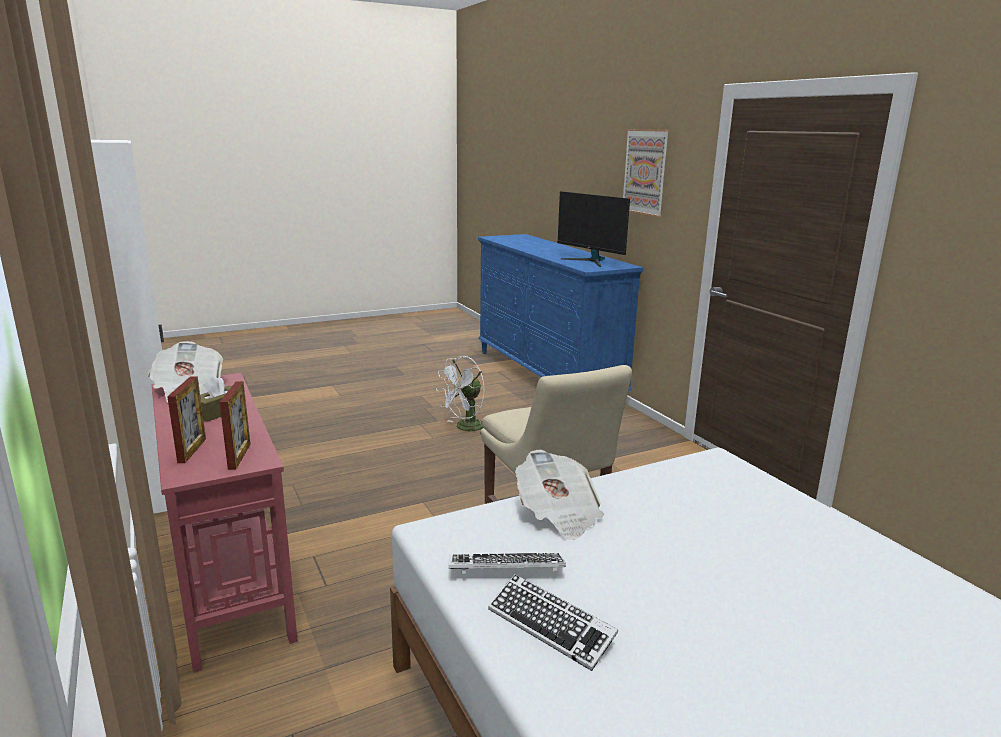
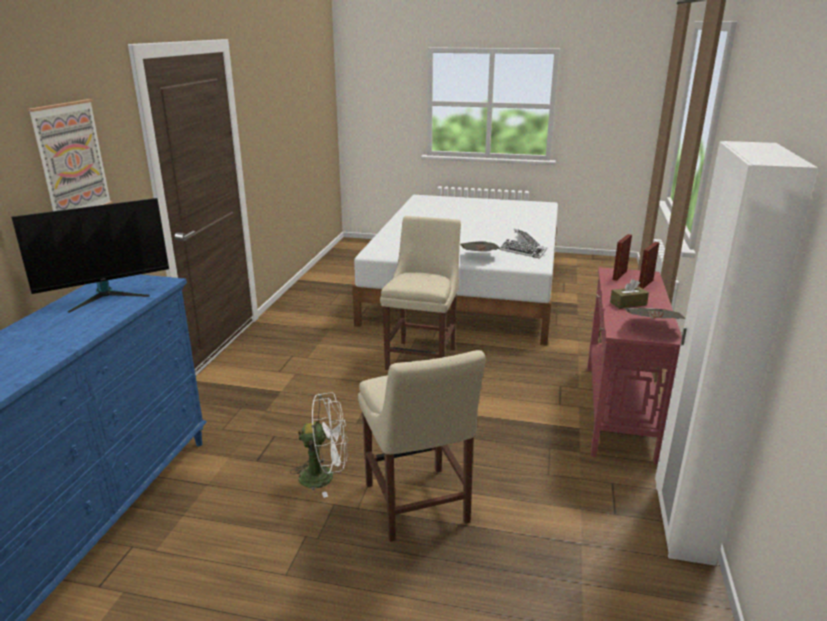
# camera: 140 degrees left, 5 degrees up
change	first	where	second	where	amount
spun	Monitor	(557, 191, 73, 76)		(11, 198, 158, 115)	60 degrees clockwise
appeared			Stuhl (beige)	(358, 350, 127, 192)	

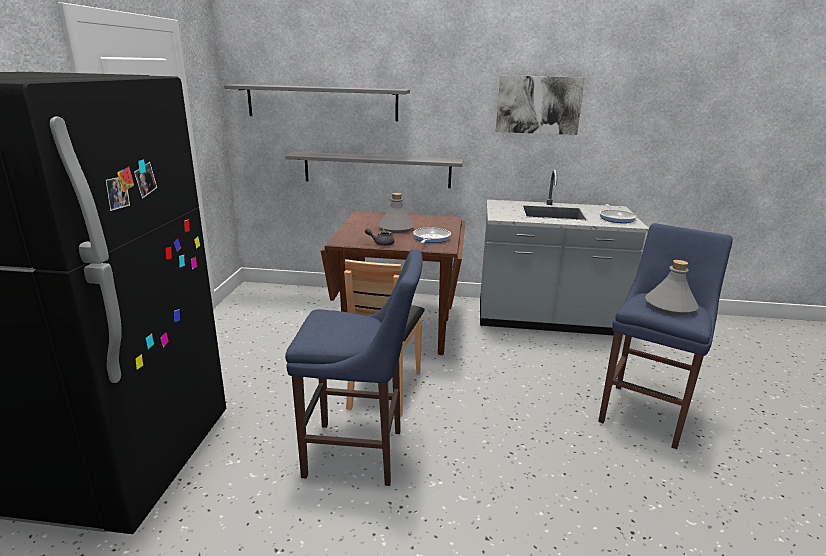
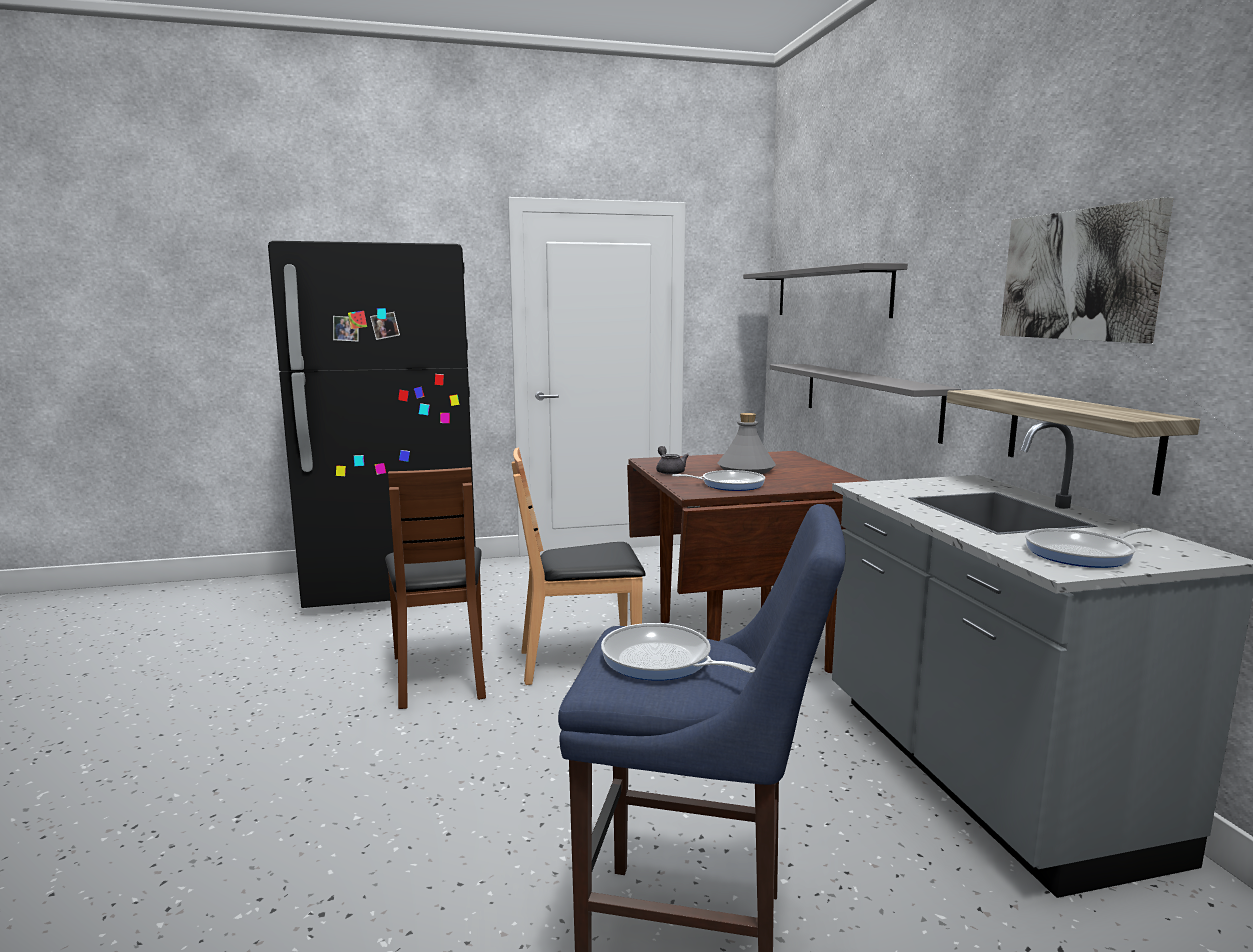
# camera: 70 degrees right, 10 degrees down
change	first	where	second	where	amount
exchanged	Hocker (blau)	(285, 250, 138, 236)	Stuhl (braun)	(385, 467, 101, 242)	
exchanged	Flasche (grau)	(645, 260, 54, 55)	Pfanne	(601, 623, 155, 58)	
appeared			Wandregal	(947, 389, 253, 107)	

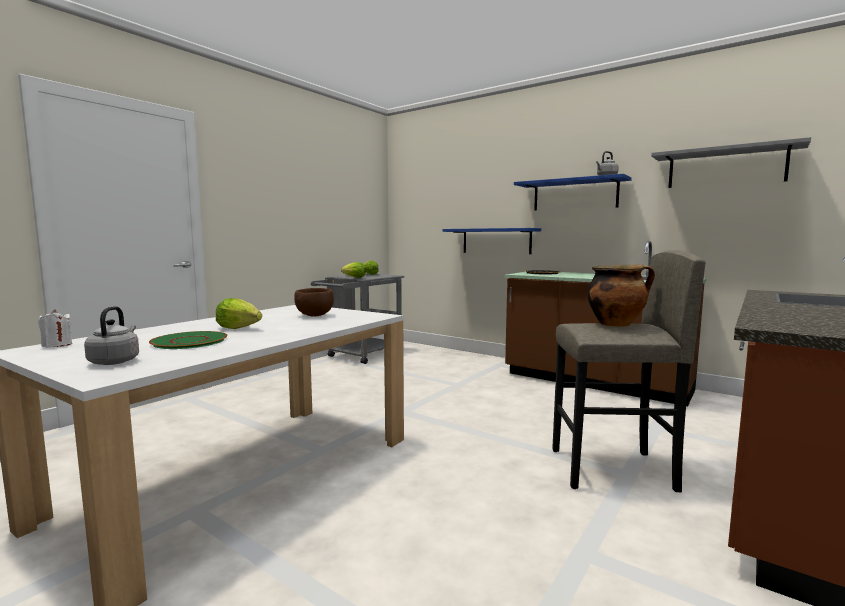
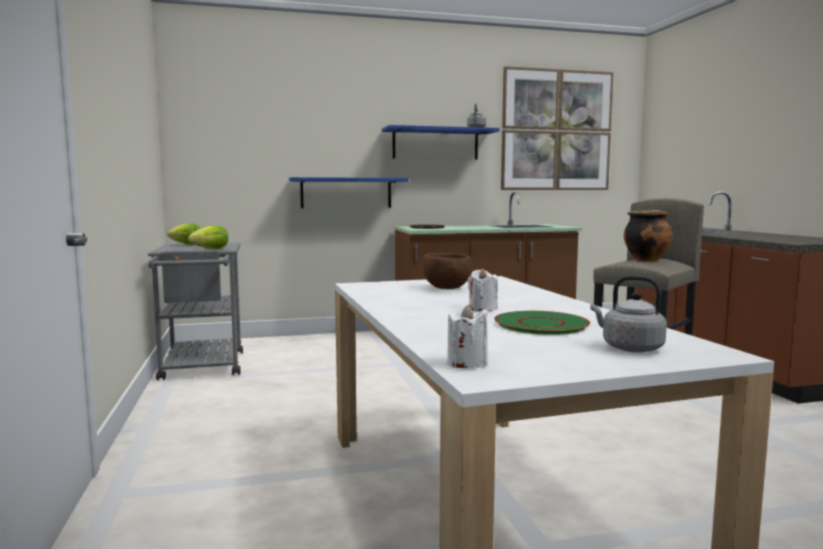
# camera: 50 degrees left, 0 degrees up
change	first	where	second	where	amount
exchanged	Wandregal (grau)	(651, 137, 160, 51)	Bild	(501, 66, 113, 124)	
exchanged	Salatkopf	(216, 298, 46, 31)	Kerze (weiß)	(468, 268, 30, 43)	

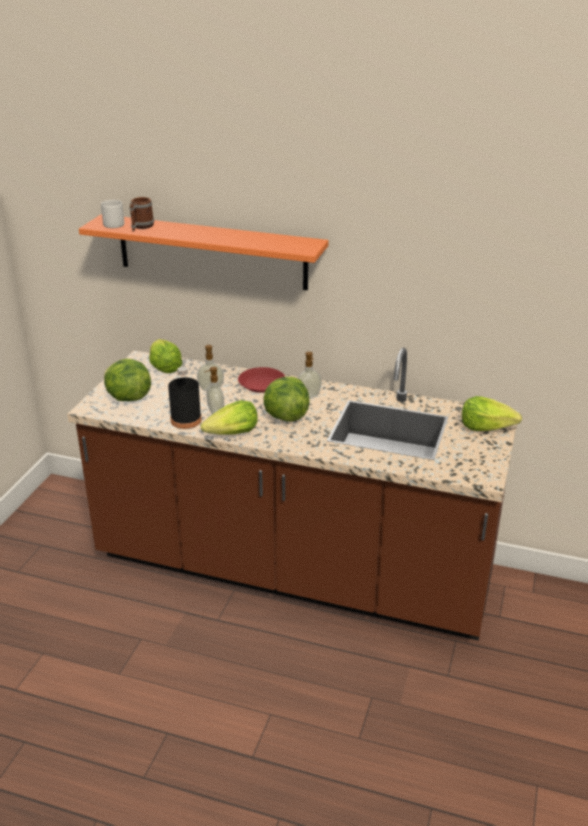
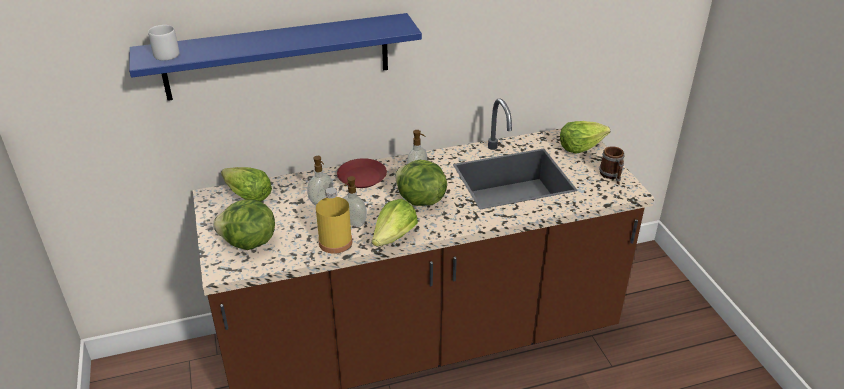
# camera: 35 degrees left, 5 degrees up
change	first	where	second	where	amount
relocated	Henkelbecher	(130, 197, 24, 35)		(599, 146, 26, 39)	
colour	Wandregal (orange)	(79, 214, 250, 76)	Wandregal (blau)	(129, 13, 293, 88)	
colour	Flasche (schwarz)	(168, 367, 34, 62)	Flasche (gelb)	(316, 187, 36, 67)	

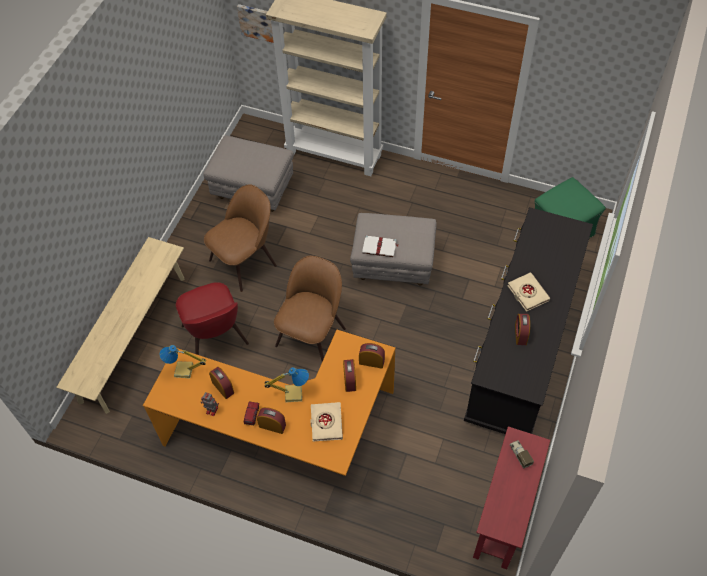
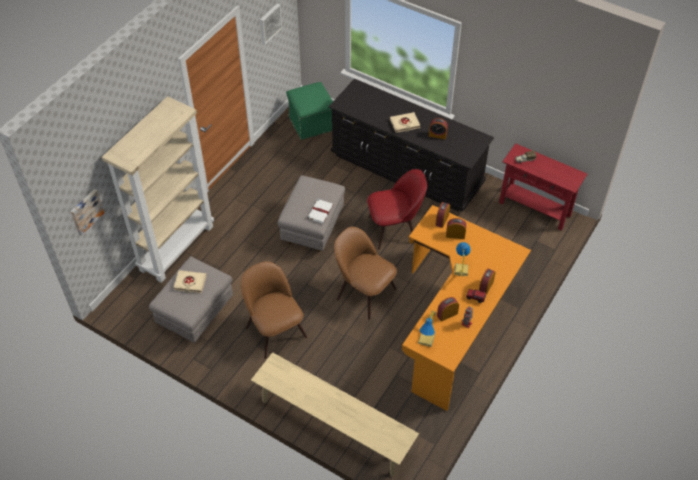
# camera: 80 degrees left, 5 degrees down
change	first	where	second	where	amount
relocated	Stuhl (rot)	(176, 282, 73, 73)		(367, 169, 60, 81)	
relocated	Buch (beige)	(310, 402, 33, 40)		(173, 270, 34, 23)	
appeared			Bild	(260, 3, 22, 41)	

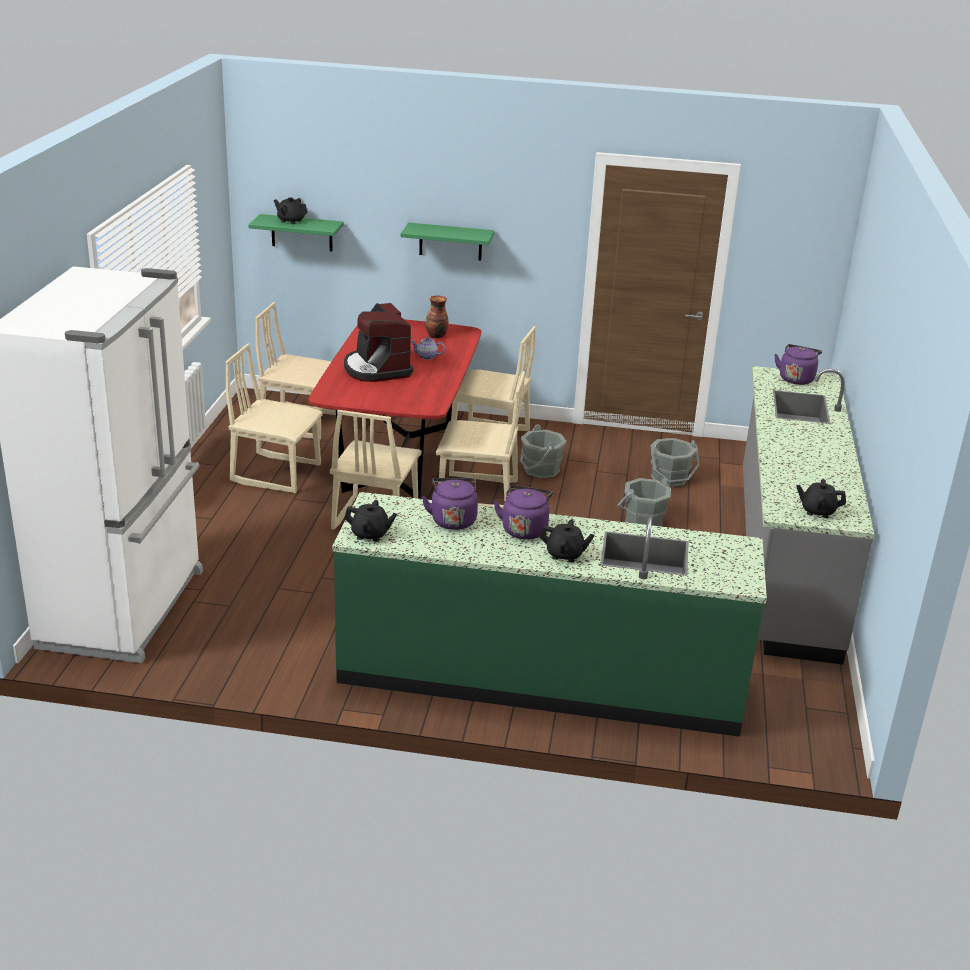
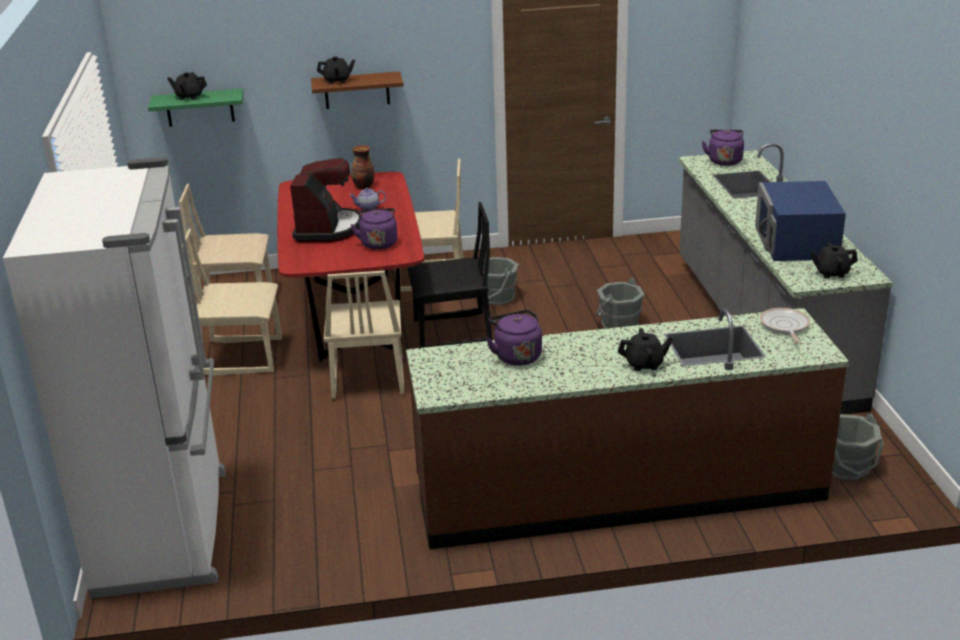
# camera: 15 degrees left, 0 degrees up
change	first	where	second	where	amount
colour	Wandregal (grün)	(400, 223, 95, 38)	Wandregal (braun)	(311, 71, 93, 38)	
spun	Kaffeemaschine	(344, 303, 69, 79)		(290, 158, 72, 85)	135 degrees counterclockwise
colour	Stuhl (beige)	(436, 371, 89, 137)	Stuhl (schwarz)	(407, 202, 86, 146)	
relocated	Eimer (grau)	(650, 438, 50, 49)		(832, 414, 52, 66)	
relocated	Wasserkessel (lila)	(494, 485, 59, 54)		(351, 208, 47, 42)	
colour	Küchenzeile (grün)	(332, 492, 435, 245)	Küchenzeile (braun)	(406, 308, 443, 242)	
relocated	Teekanne (schwarz)	(344, 500, 53, 42)		(317, 56, 38, 28)	
appeared			Mikrowelle (blau)	(755, 181, 91, 80)	
appeared			Pfanne	(760, 308, 50, 35)	

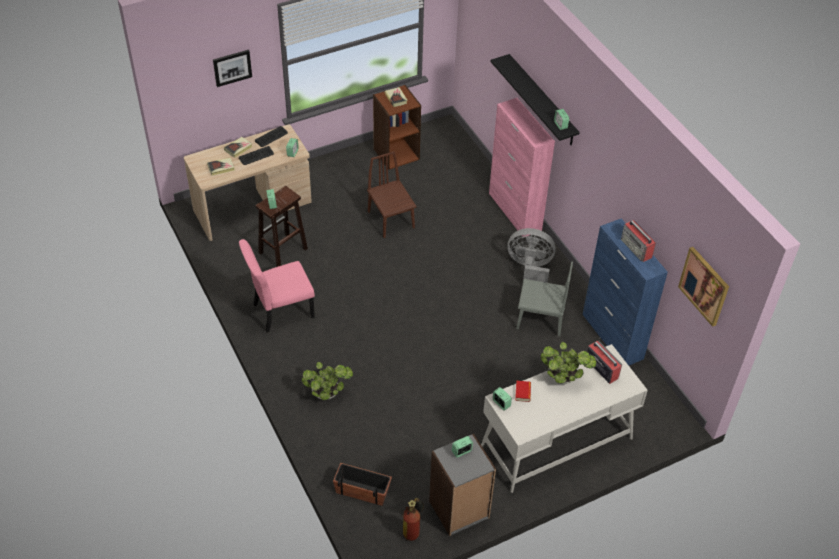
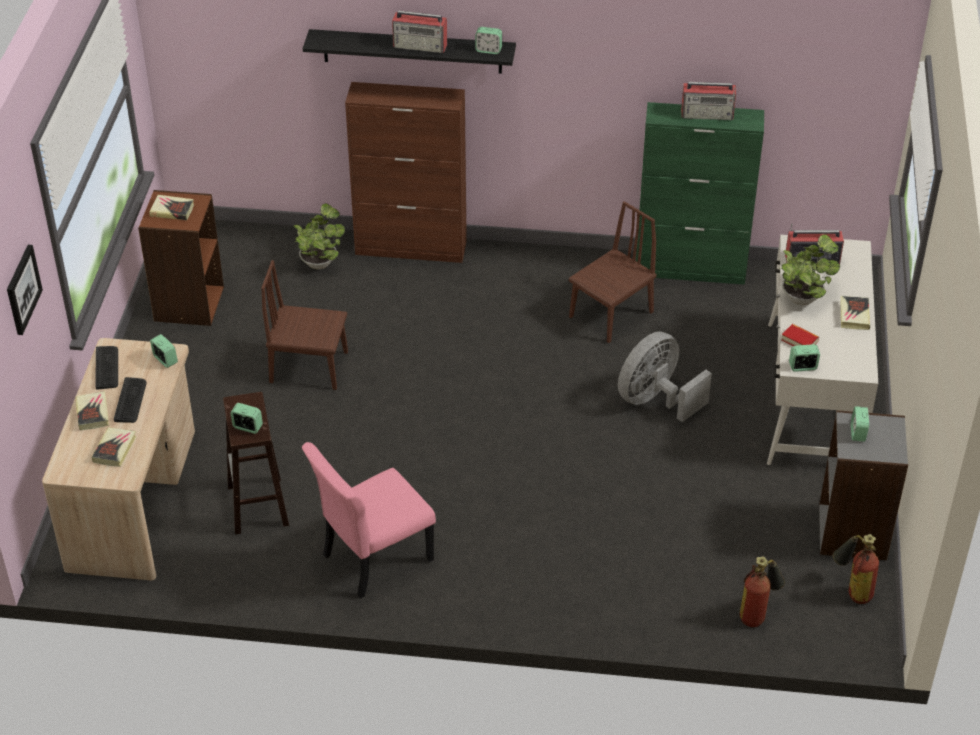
# camera: 55 degrees left, 5 degrees down
change	first	where	second	where	amount
colour	Schrank (rosa)	(489, 98, 66, 139)	Schrank (braun)	(345, 82, 122, 181)	
colour	Schrank (blau)	(582, 218, 86, 147)	Schrank (grün)	(636, 102, 128, 183)	
relocated	Ventilator (grau)	(507, 228, 48, 55)		(618, 332, 94, 90)	
spun	Stuhl (rosa)	(239, 239, 76, 94)		(302, 442, 134, 157)	45 degrees clockwise
missing	Bild	(678, 247, 51, 80)			
colour	Stuhl (grau)	(516, 261, 57, 76)	Stuhl (braun)	(569, 201, 88, 142)	
relocated	Topfpflanze	(302, 362, 51, 38)		(294, 203, 51, 66)	
exchanged	Pflanzkübel	(333, 463, 59, 43)	Feuerlöscher	(740, 556, 45, 71)	
appeared			Radio	(392, 11, 55, 42)	
appeared			Buch	(841, 296, 29, 34)	

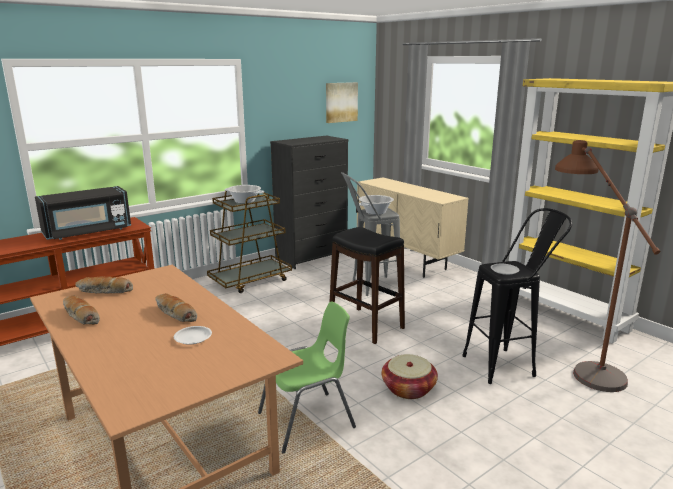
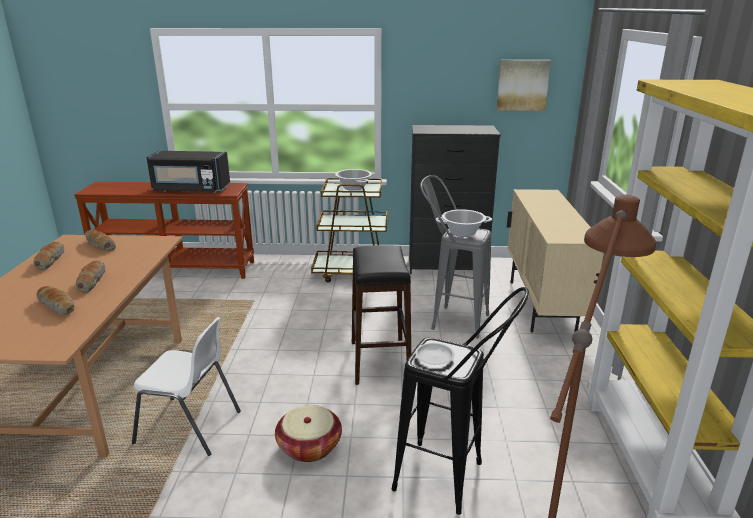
# camera: 40 degrees right, 5 degrees up
change	first	where	second	where	amount
colour	Stuhl (grün)	(258, 301, 98, 153)	Stuhl (weiß)	(132, 317, 109, 139)	
exchanged	Teller (weiß)	(174, 326, 38, 19)	Brot	(36, 286, 39, 29)	

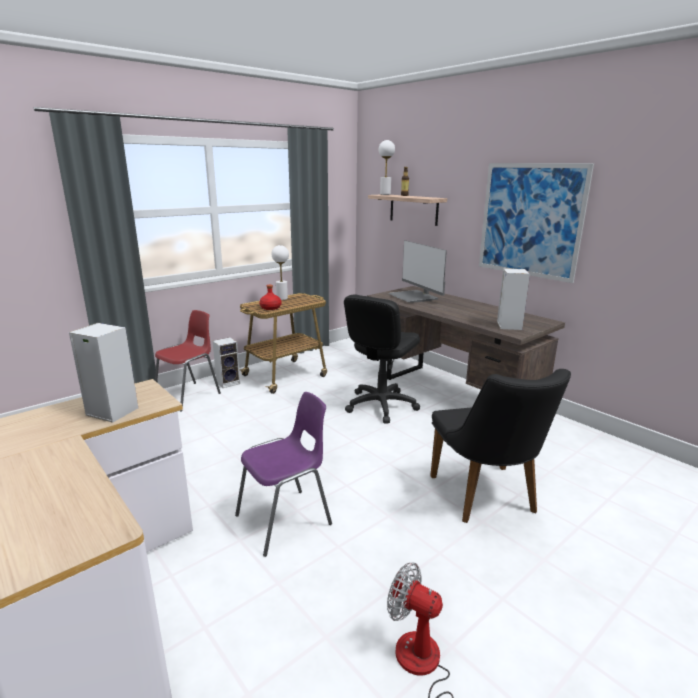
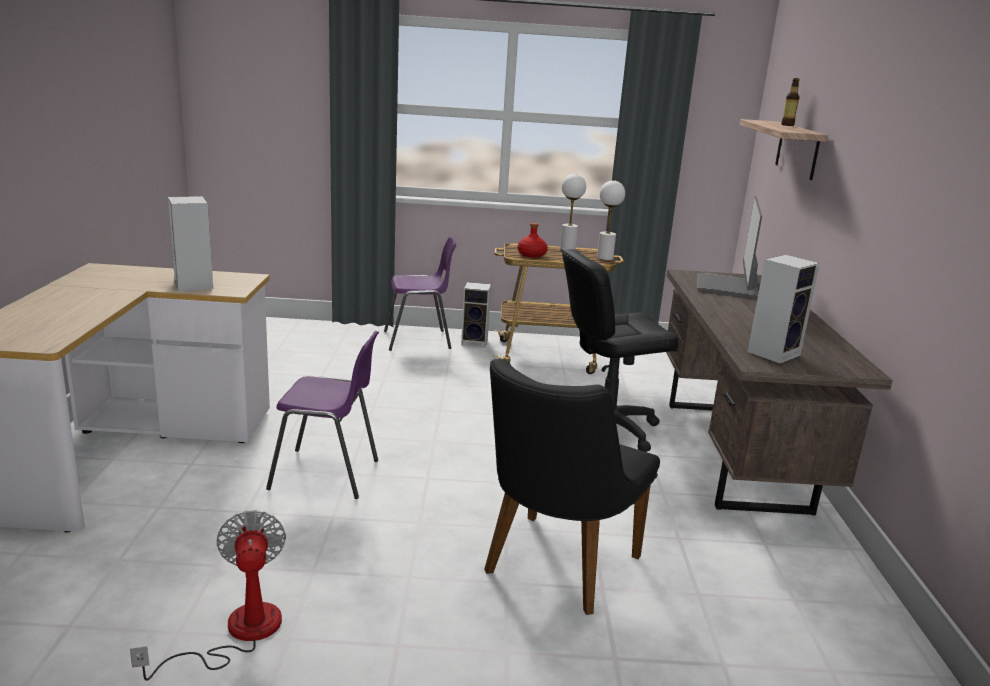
# camera: 40 degrees right, 0 degrees up
change	first	where	second	where	amount
relocated	Tischlampe (weiß)	(379, 140, 16, 55)		(597, 180, 28, 80)	
missing	Bild	(479, 163, 115, 120)			
colour	Stuhl (rot)	(155, 310, 66, 101)	Stuhl (lila)	(384, 237, 72, 114)	

